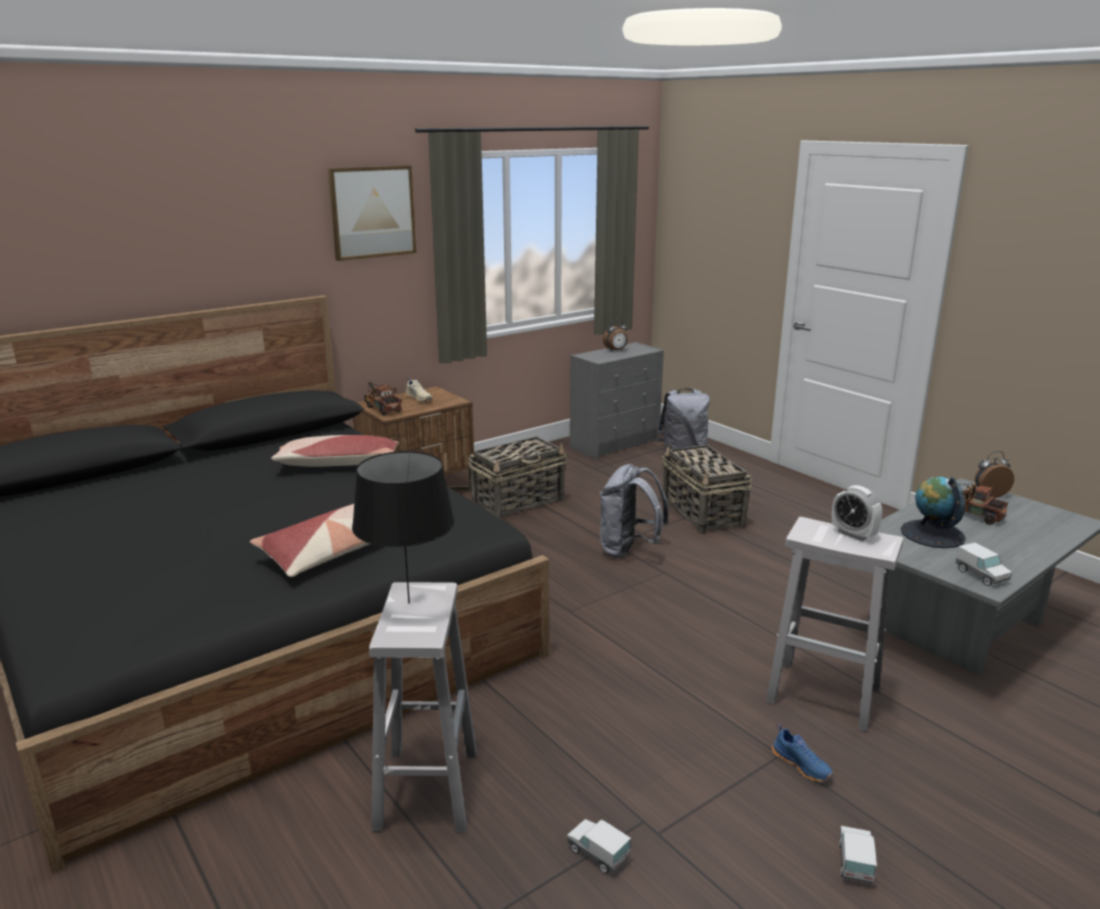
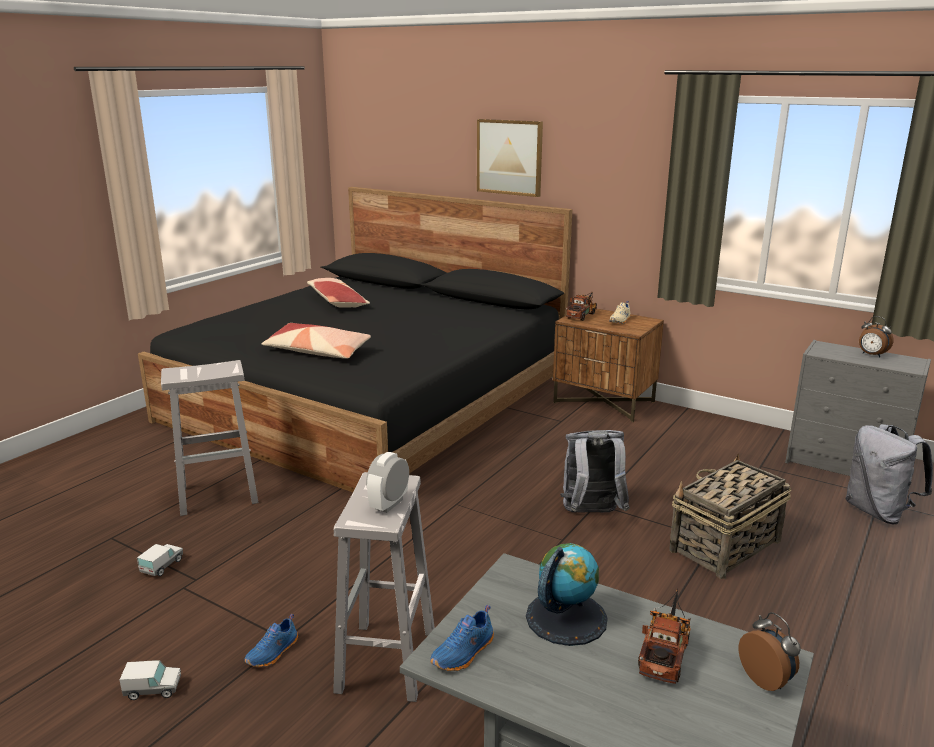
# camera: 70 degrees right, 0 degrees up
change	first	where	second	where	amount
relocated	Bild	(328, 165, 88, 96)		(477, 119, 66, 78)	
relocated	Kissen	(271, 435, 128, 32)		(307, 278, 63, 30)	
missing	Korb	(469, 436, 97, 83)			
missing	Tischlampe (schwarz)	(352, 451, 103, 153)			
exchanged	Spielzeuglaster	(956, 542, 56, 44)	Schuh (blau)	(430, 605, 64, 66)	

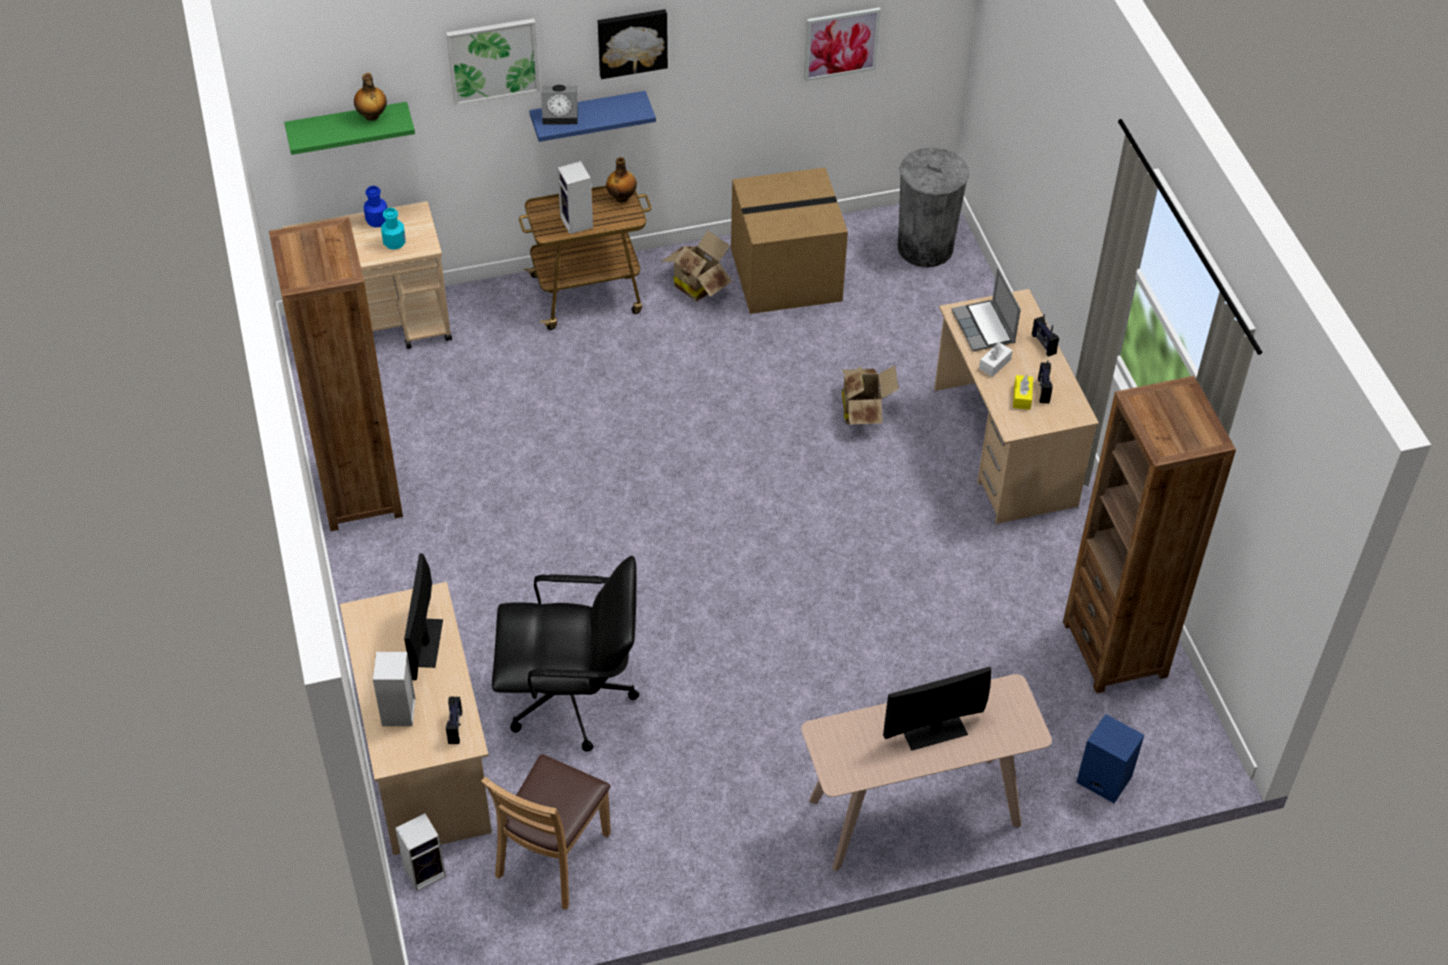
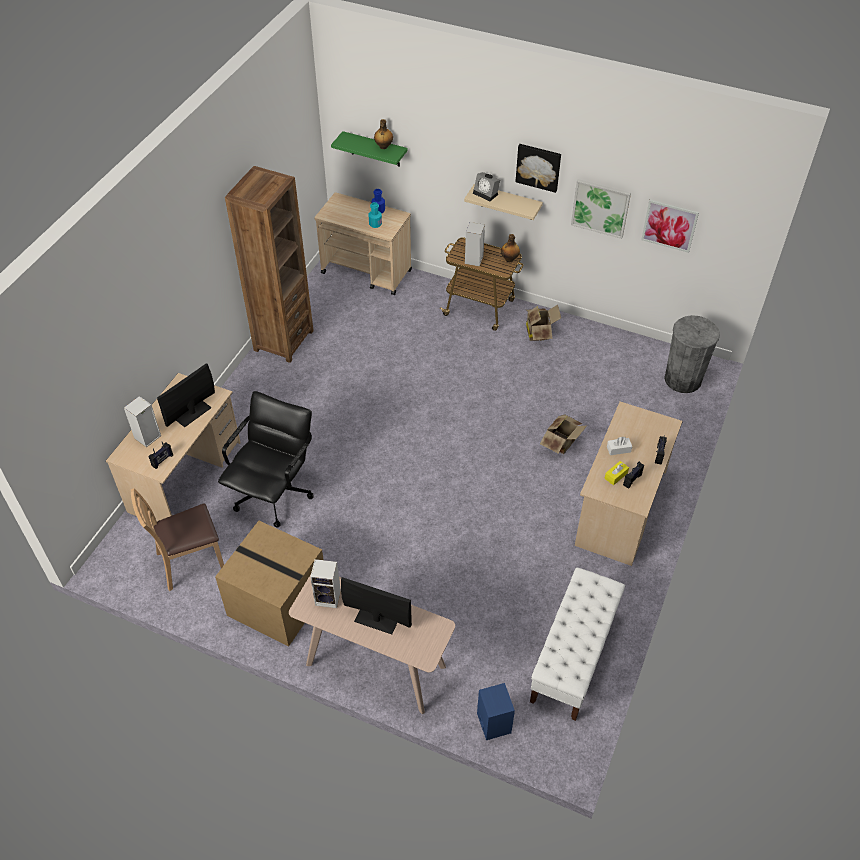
# camera: 40 degrees right, 0 degrees up
change	first	where	second	where	amount
relocated	Bild	(446, 18, 94, 88)		(571, 179, 60, 60)	
colour	Wandregal (blau)	(529, 91, 127, 51)	Wandregal (beige)	(464, 184, 79, 36)	
relocated	Karton	(731, 167, 117, 147)		(215, 521, 109, 126)	
missing	Laptop	(952, 268, 69, 83)			
exchanged	Bücherregal (braun)	(1063, 376, 173, 318)	Bank (weiß)	(530, 567, 95, 154)	
spun	Bürostuhl (schwarz)	(492, 556, 147, 196)		(218, 391, 96, 137)	105 degrees counterclockwise
relocated	Lautsprecher	(395, 813, 51, 78)		(310, 559, 31, 49)	

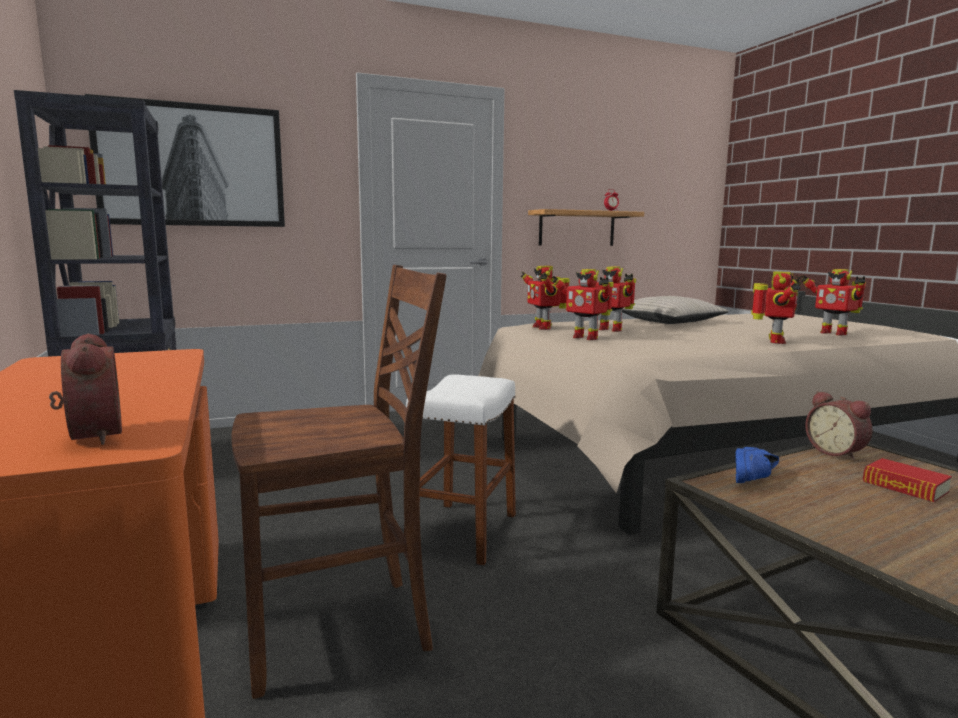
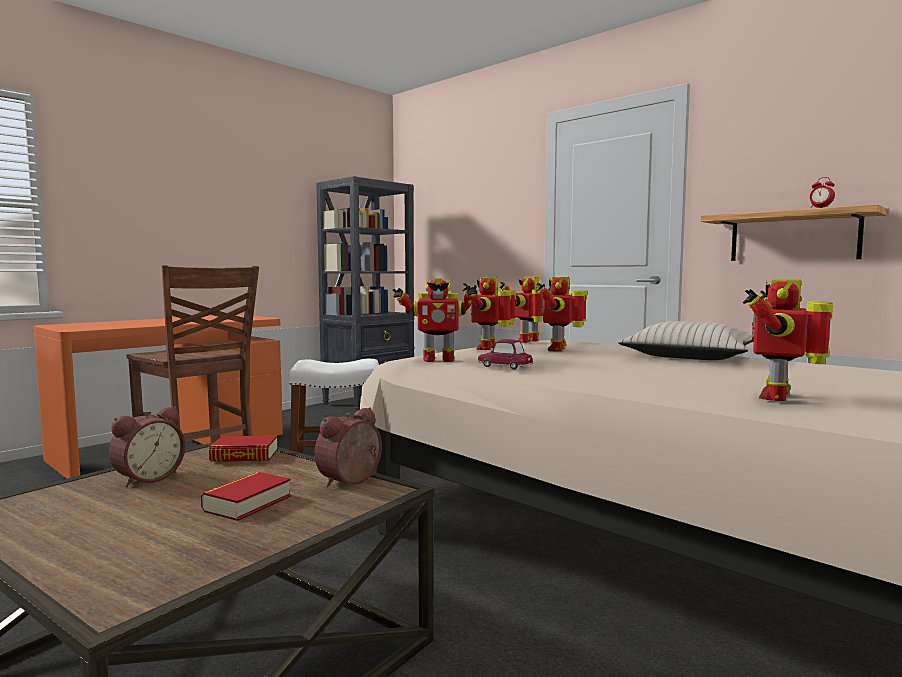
# camera: 65 degrees right, 5 degrees down
change	first	where	second	where	amount
missing	Bild	(85, 94, 200, 133)			
relocated	Spielzeugroboter	(751, 271, 50, 73)		(393, 278, 84, 84)	
relocated	Wecker	(49, 333, 73, 112)		(109, 406, 76, 81)	
exchanged	Schuh (blau)	(736, 447, 43, 36)	Buch	(209, 435, 69, 27)	
appeared			Spielzeugauto	(478, 339, 55, 30)	

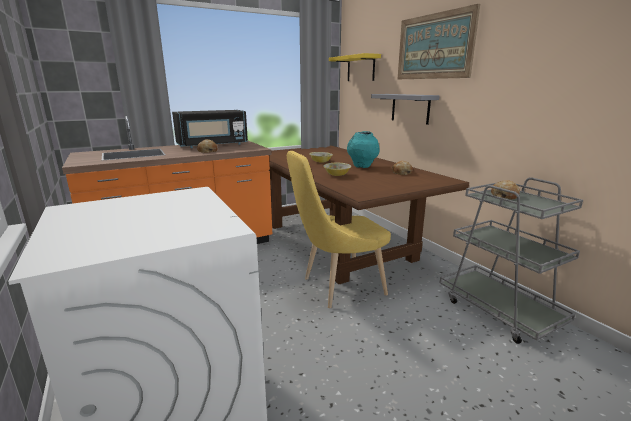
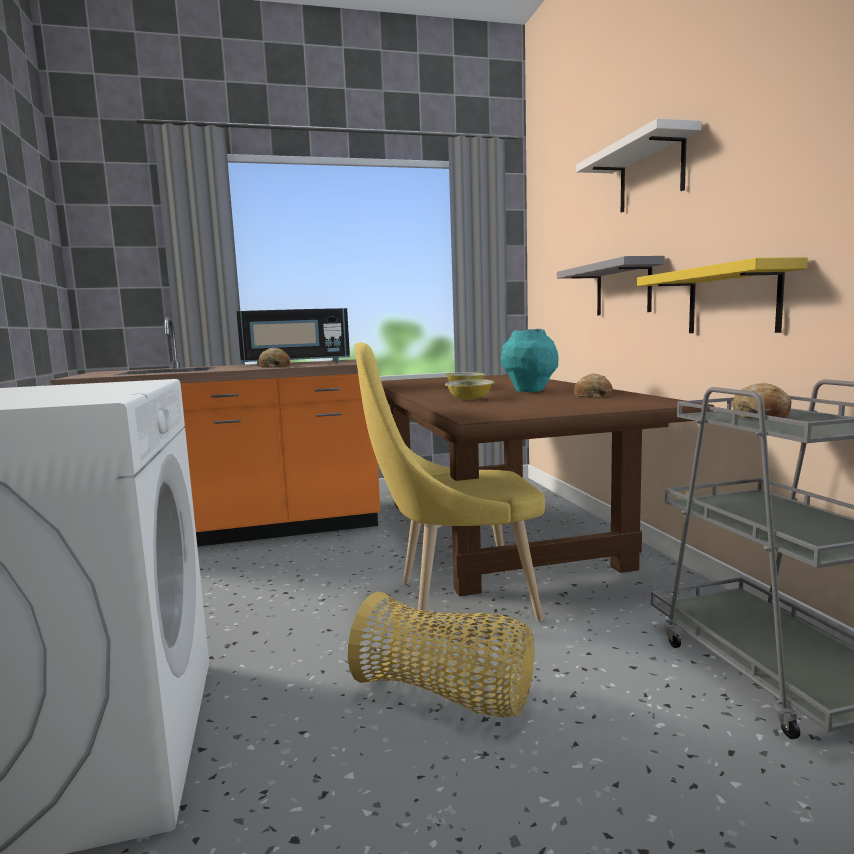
# camera: 15 degrees right, 10 degrees down
change	first	where	second	where	amount
exchanged	Bild	(398, 4, 82, 75)	Wandregal (weiß)	(576, 118, 126, 95)	
relocated	Wandregal (gelb)	(329, 53, 52, 28)		(637, 257, 171, 76)	
appeared			Korb	(348, 592, 187, 126)	

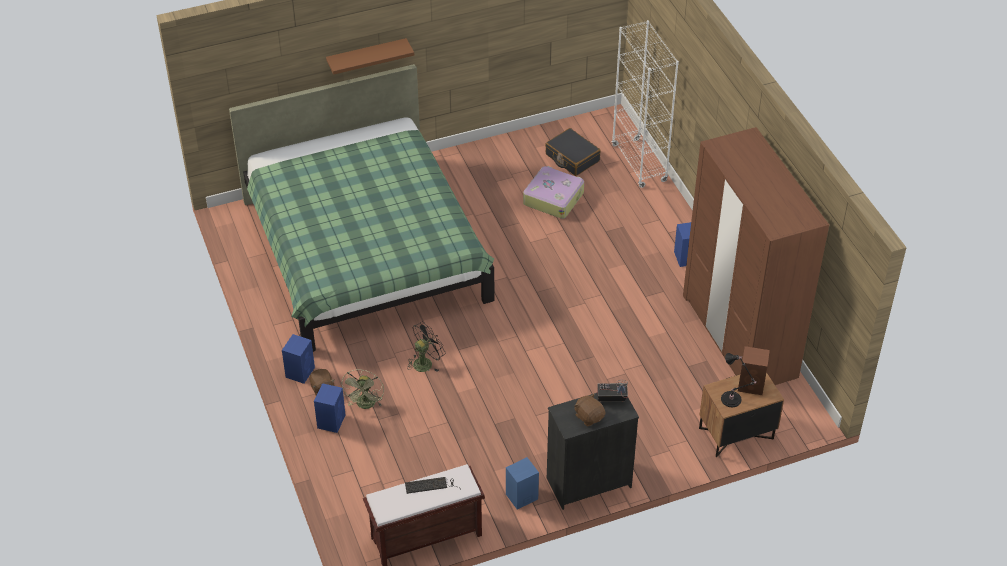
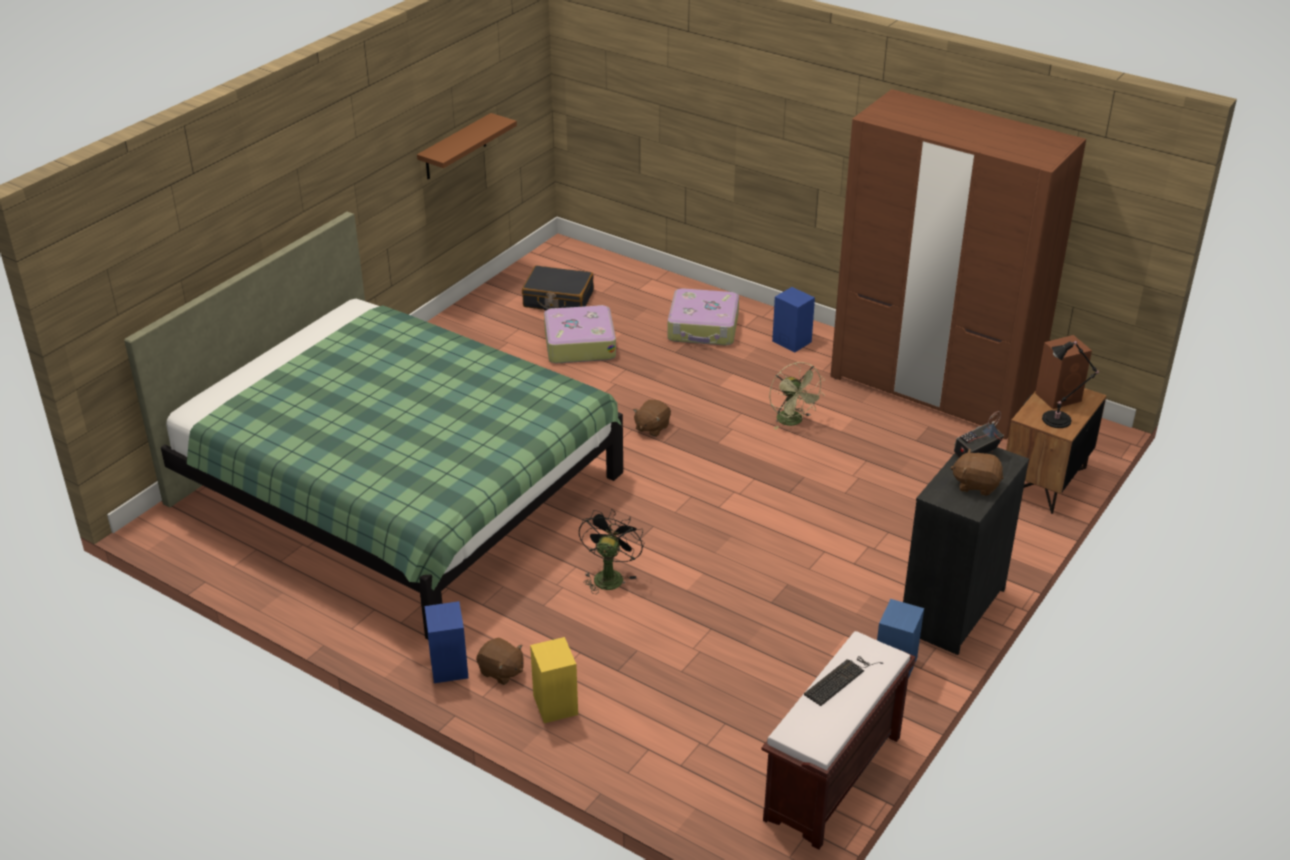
# camera: 35 degrees left, 10 degrees down
change	first	where	second	where	amount
missing	Bücherregal (weiß)	(611, 20, 68, 168)			
relocated	Wandregal (braun)	(326, 38, 88, 37)		(417, 113, 100, 66)	
relocated	Ventilator (grün)	(341, 369, 43, 40)		(769, 362, 56, 67)	
colour	Lautsprecher (blau)	(314, 383, 31, 50)	Lautsprecher (gelb)	(530, 637, 48, 86)	
appeared			Koffer	(667, 288, 72, 57)	
appeared			Plüschtier (braun)	(633, 400, 38, 37)	

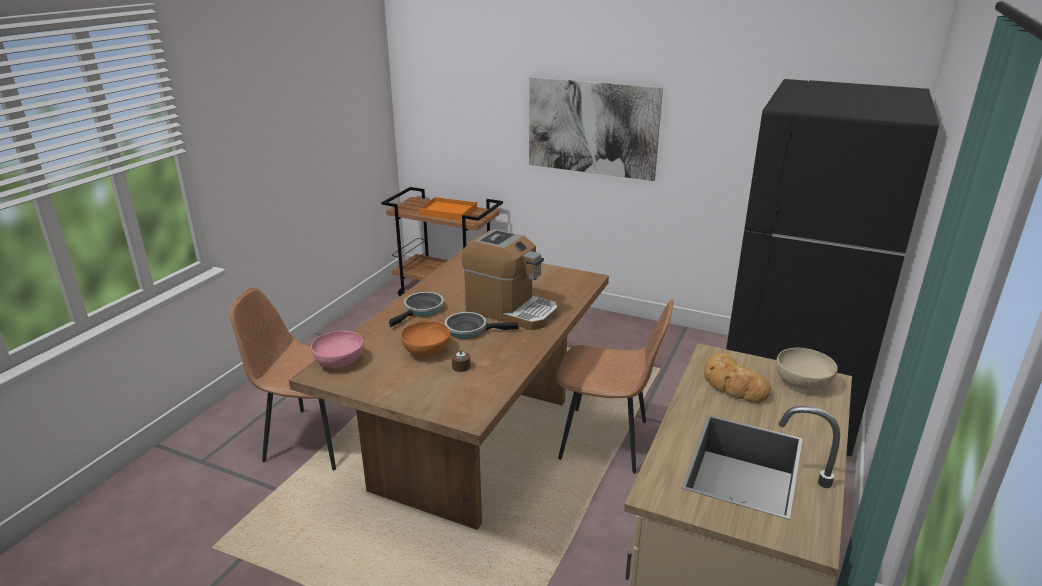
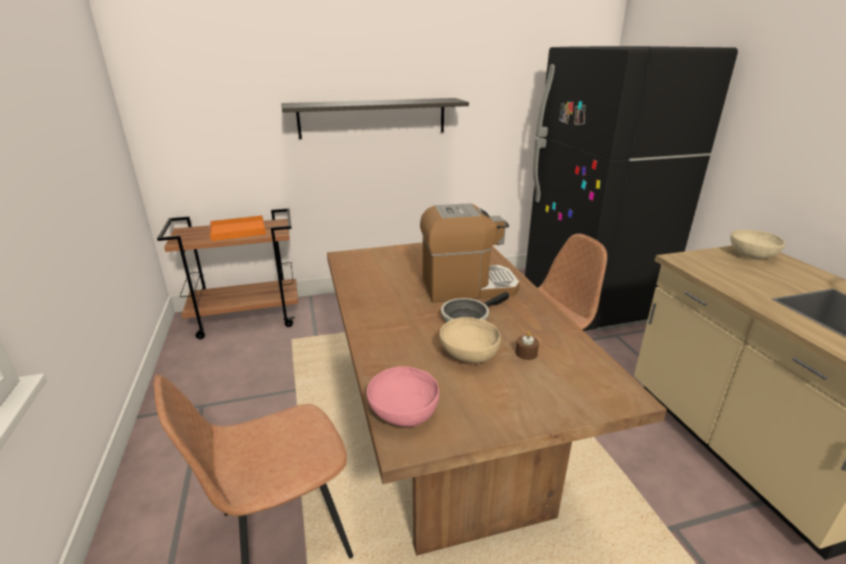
# camera: 40 degrees left, 0 degrees up
change	first	where	second	where	amount
exchanged	Bild	(529, 77, 134, 104)	Wandregal	(281, 98, 188, 41)	
missing	Pfanne	(389, 292, 55, 35)			
colour	Schüssel (orange)	(400, 321, 51, 36)	Schüssel (beige)	(439, 317, 62, 46)	
missing	Brot	(704, 353, 67, 50)			

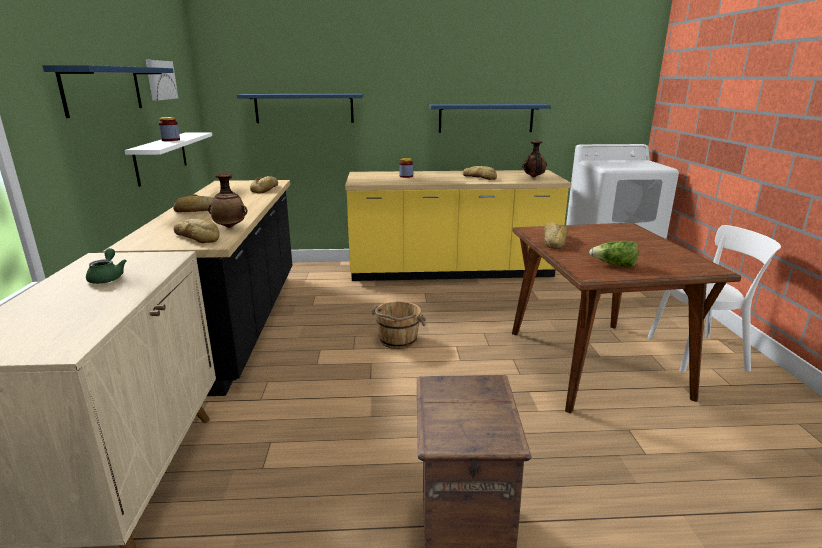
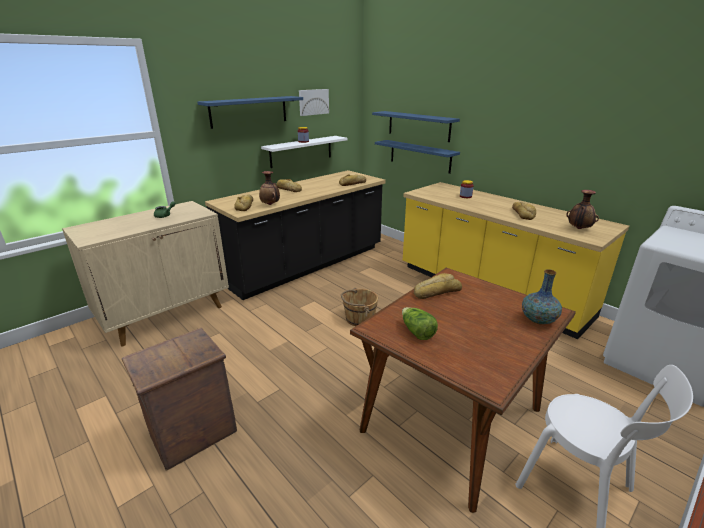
# camera: 50 degrees right, 5 degrees up
change	first	where	second	where	amount
relocated	Wandregal (blau)	(429, 104, 122, 29)		(375, 140, 85, 34)	
appeared			Vase	(522, 269, 40, 56)	

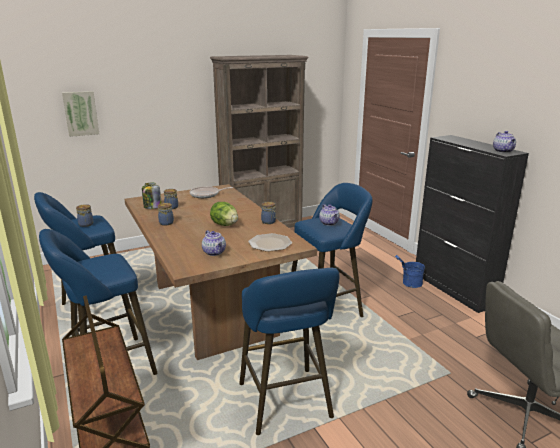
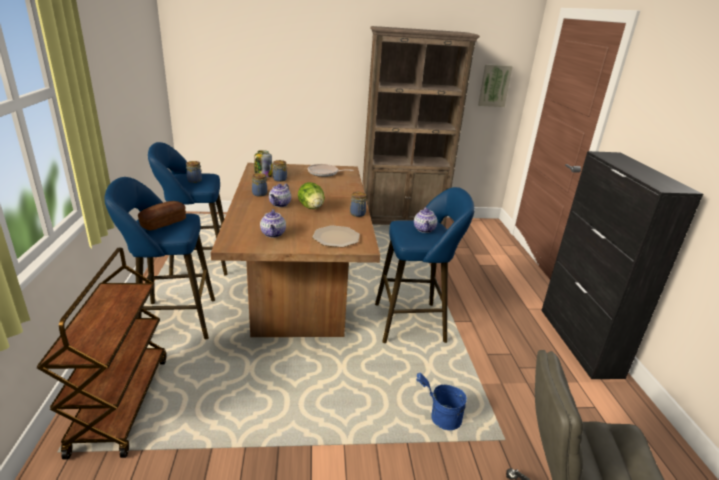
# camera: 20 degrees right, 5 degrees up
change	first	where	second	where	amount
relocated	Bild	(62, 91, 37, 46)		(478, 64, 35, 43)	
relocated	Teekanne	(493, 131, 23, 22)		(269, 184, 22, 23)	
relocated	Eimer (blau)	(395, 255, 30, 33)		(416, 373, 51, 57)	
missing	Hocker (blau)	(239, 268, 100, 167)			
appeared			Brot	(138, 201, 48, 29)	

